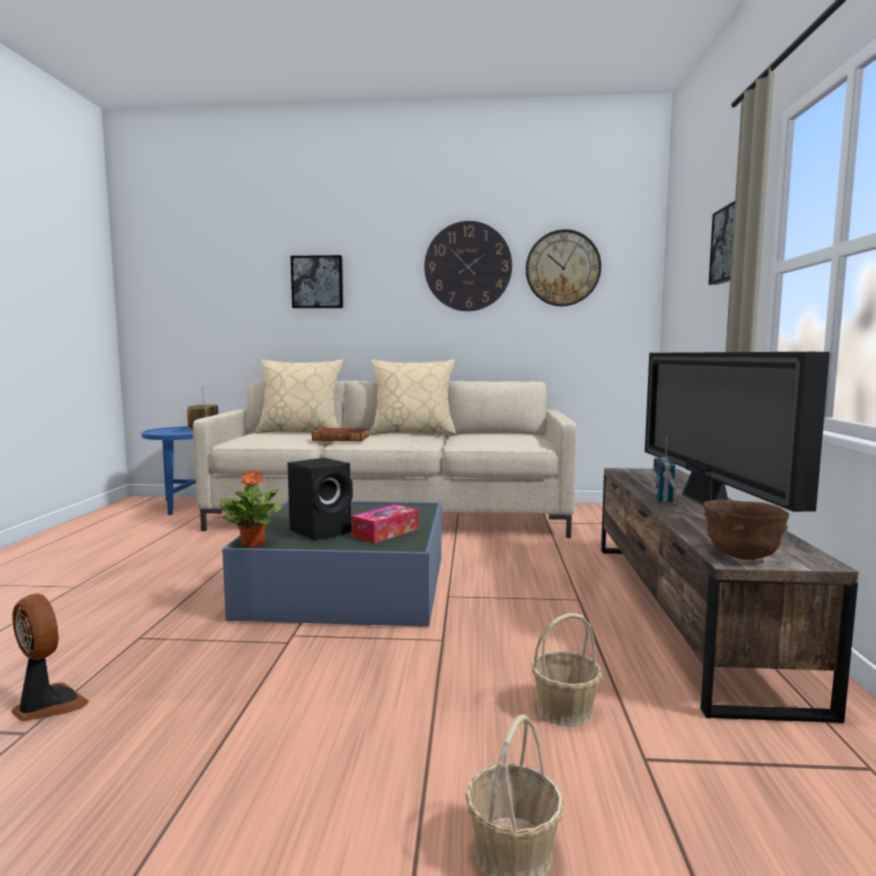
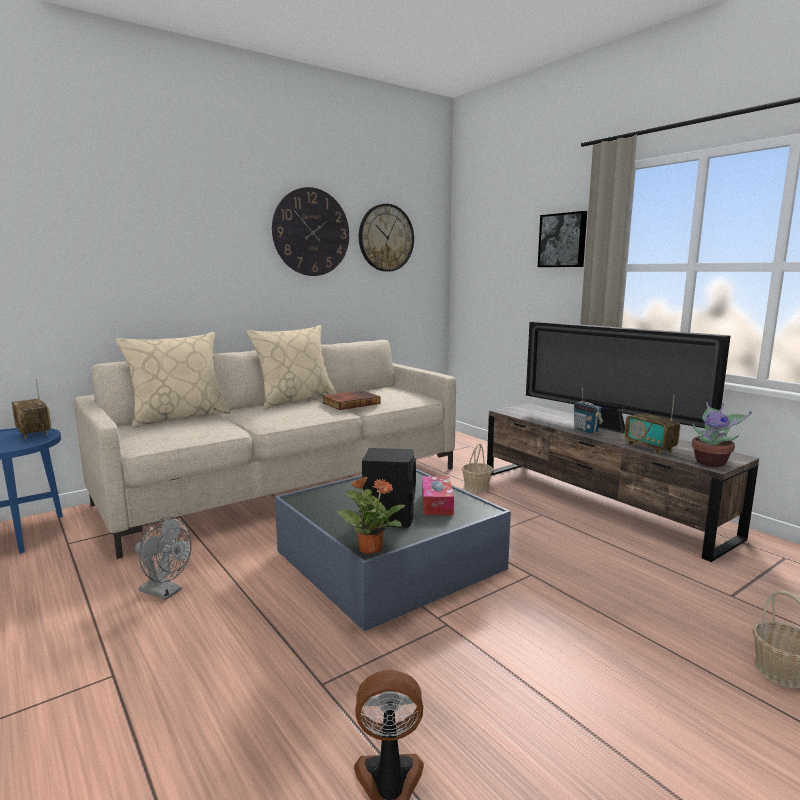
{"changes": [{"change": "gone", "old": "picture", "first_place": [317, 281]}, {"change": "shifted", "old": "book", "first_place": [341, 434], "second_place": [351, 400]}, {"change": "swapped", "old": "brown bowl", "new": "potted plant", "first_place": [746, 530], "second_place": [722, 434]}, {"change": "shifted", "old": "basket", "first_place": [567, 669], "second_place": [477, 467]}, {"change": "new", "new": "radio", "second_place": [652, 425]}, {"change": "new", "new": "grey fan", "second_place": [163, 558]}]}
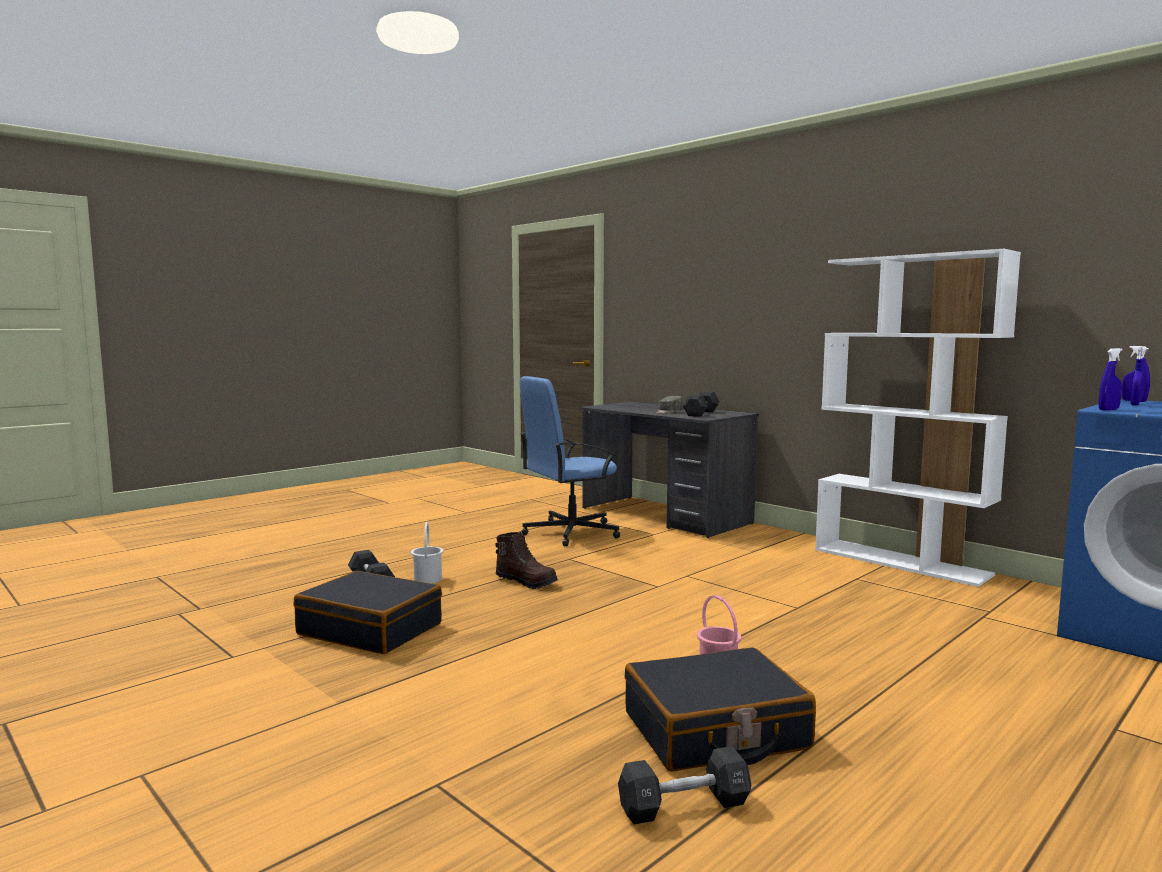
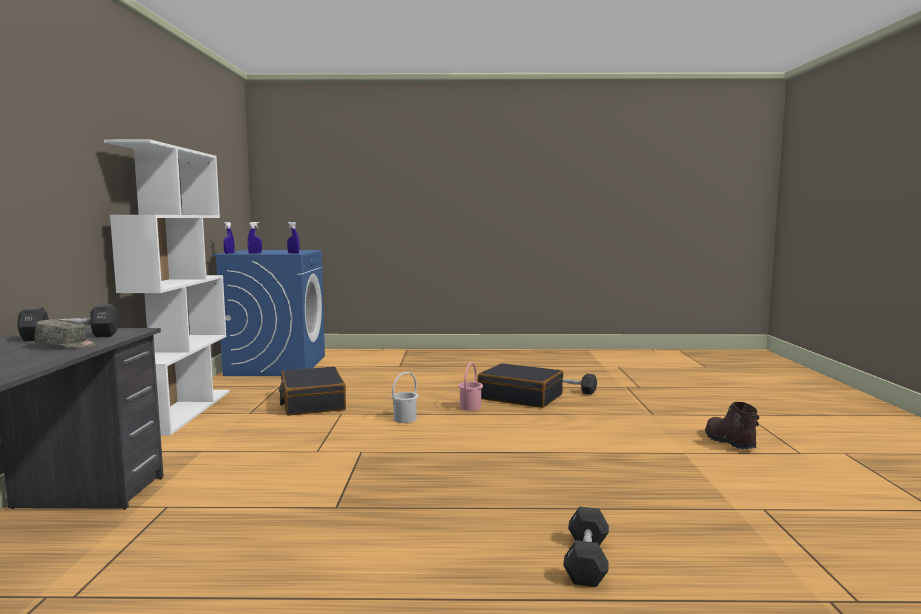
{"changes": [{"change": "gone", "old": "blue office chair", "first_place": [570, 461]}, {"change": "shifted", "old": "white bucket", "first_place": [427, 553], "second_place": [404, 397]}, {"change": "shifted", "old": "brown boot", "first_place": [526, 560], "second_place": [732, 425]}, {"change": "shifted", "old": "black suitcase", "first_place": [368, 612], "second_place": [312, 391]}]}
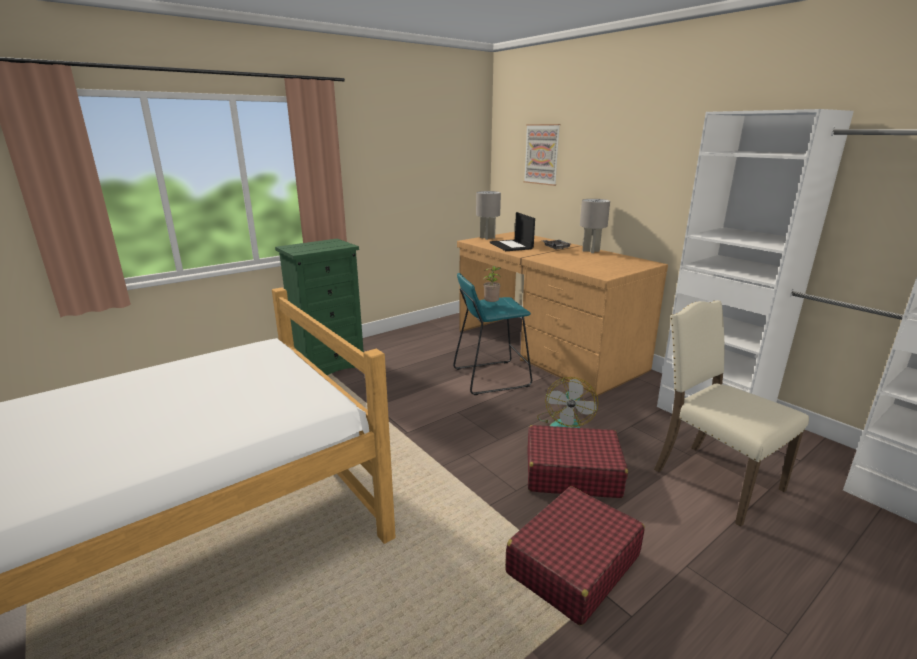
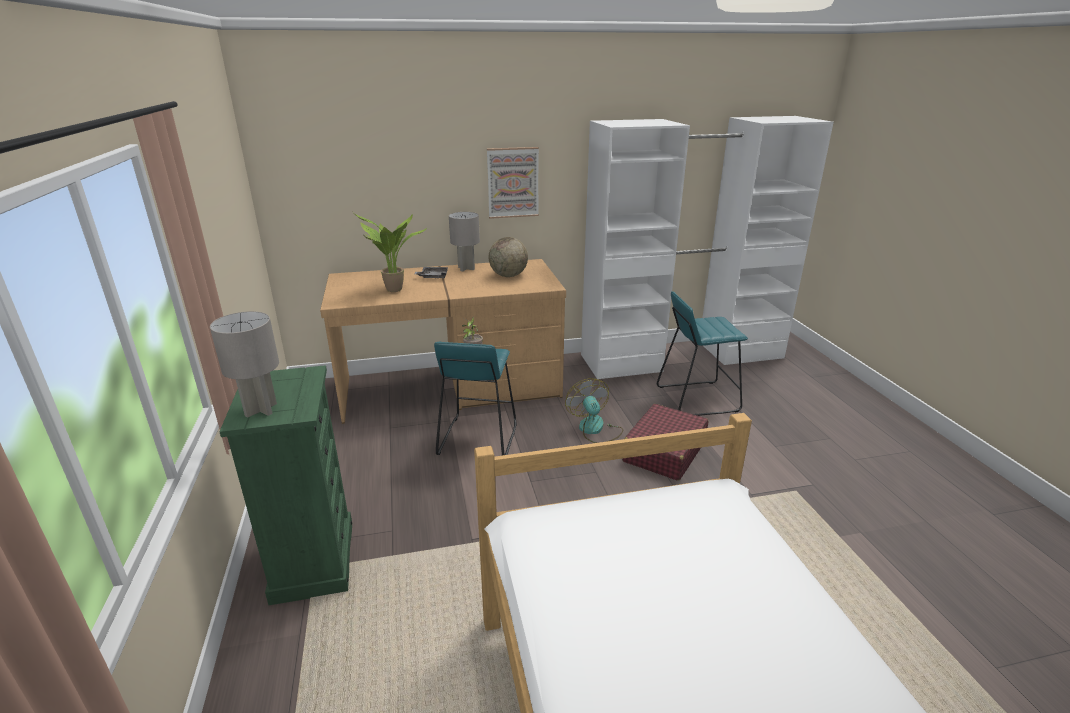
{"changes": [{"change": "shifted", "old": "picture", "first_place": [542, 155], "second_place": [513, 183]}, {"change": "shifted", "old": "grey table lamp", "first_place": [488, 215], "second_place": [244, 364]}, {"change": "swapped", "old": "laptop", "new": "potted plant", "first_place": [512, 231], "second_place": [391, 252]}, {"change": "swapped", "old": "beige chair", "new": "turquoise stool", "first_place": [731, 413], "second_place": [702, 353]}, {"change": "rotated", "old": "fan", "first_place": [567, 402], "second_place": [594, 410], "degrees": -150}, {"change": "gone", "old": "red suitcase", "first_place": [575, 556]}, {"change": "new", "new": "globe", "second_place": [508, 257]}]}
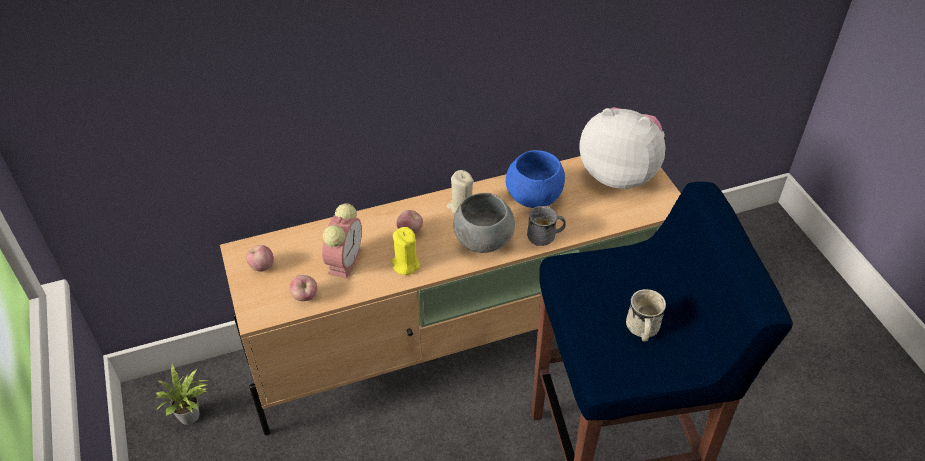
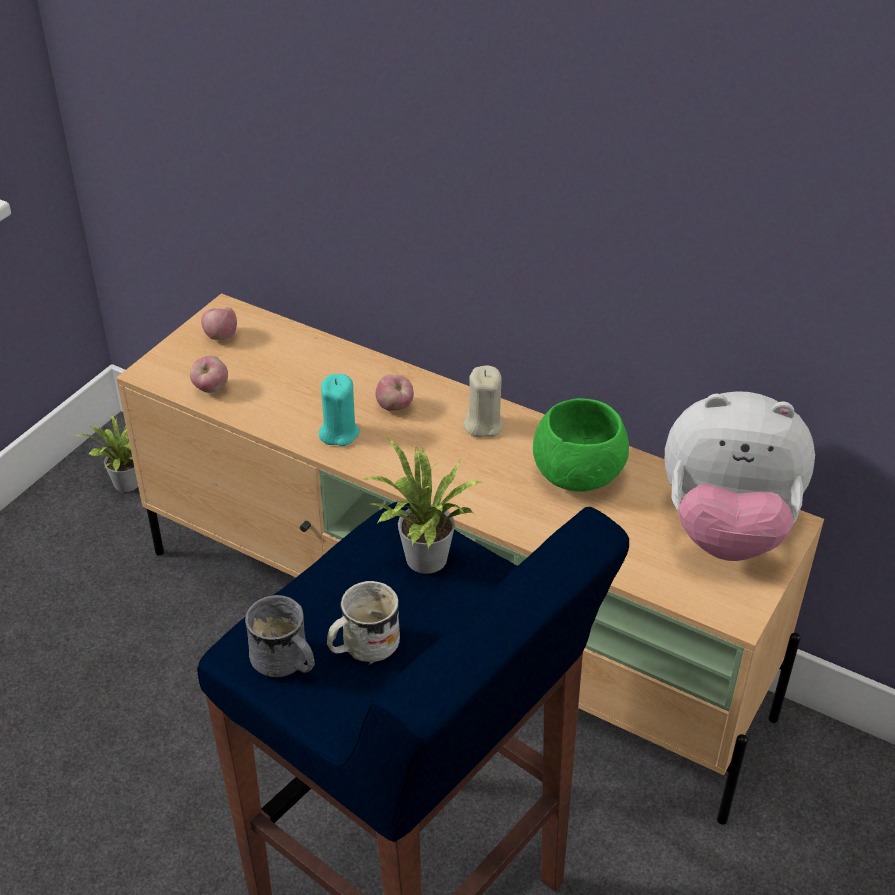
{"changes": [{"change": "rotated", "old": "plush toy", "first_place": [622, 148], "second_place": [740, 476], "degrees": 120}, {"change": "repainted", "old": "blue bowl", "new": "green bowl", "first_place": [535, 179], "second_place": [581, 445]}, {"change": "gone", "old": "grey bowl", "first_place": [484, 223]}, {"change": "gone", "old": "alarm clock", "first_place": [342, 240]}, {"change": "shifted", "old": "grey mug", "first_place": [546, 226], "second_place": [280, 636]}, {"change": "repainted", "old": "yellow candle", "new": "turquoise candle", "first_place": [405, 251], "second_place": [339, 410]}, {"change": "new", "new": "potted plant", "second_place": [423, 505]}]}
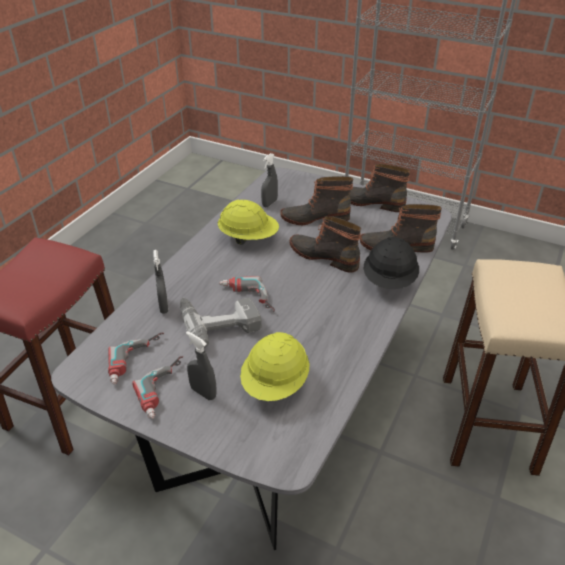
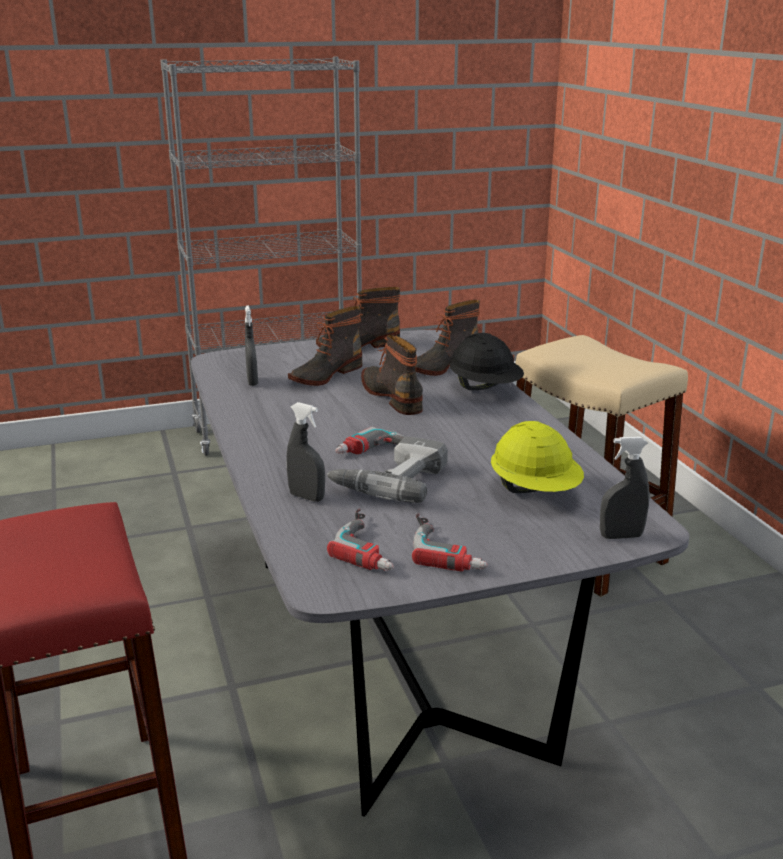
{"changes": [{"change": "gone", "old": "yellow hard hat", "first_place": [248, 222]}, {"change": "rotated", "old": "boot", "first_place": [325, 244], "second_place": [392, 375], "degrees": 75}, {"change": "shifted", "old": "grey spray bottle", "first_place": [201, 365], "second_place": [625, 488]}]}
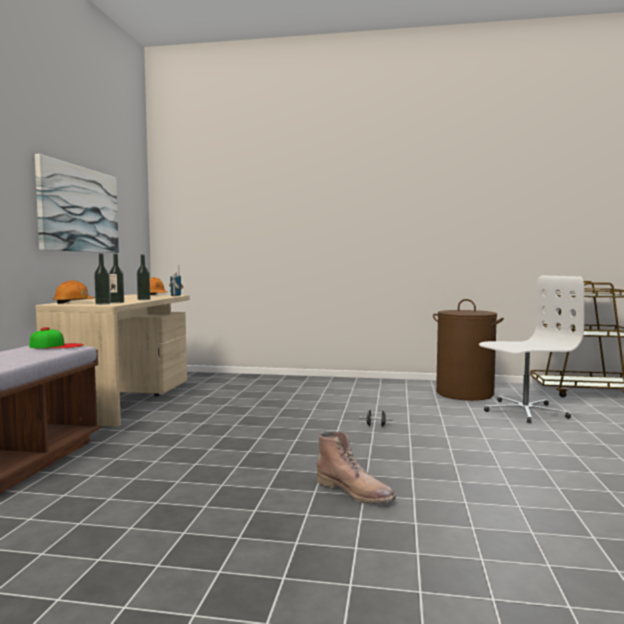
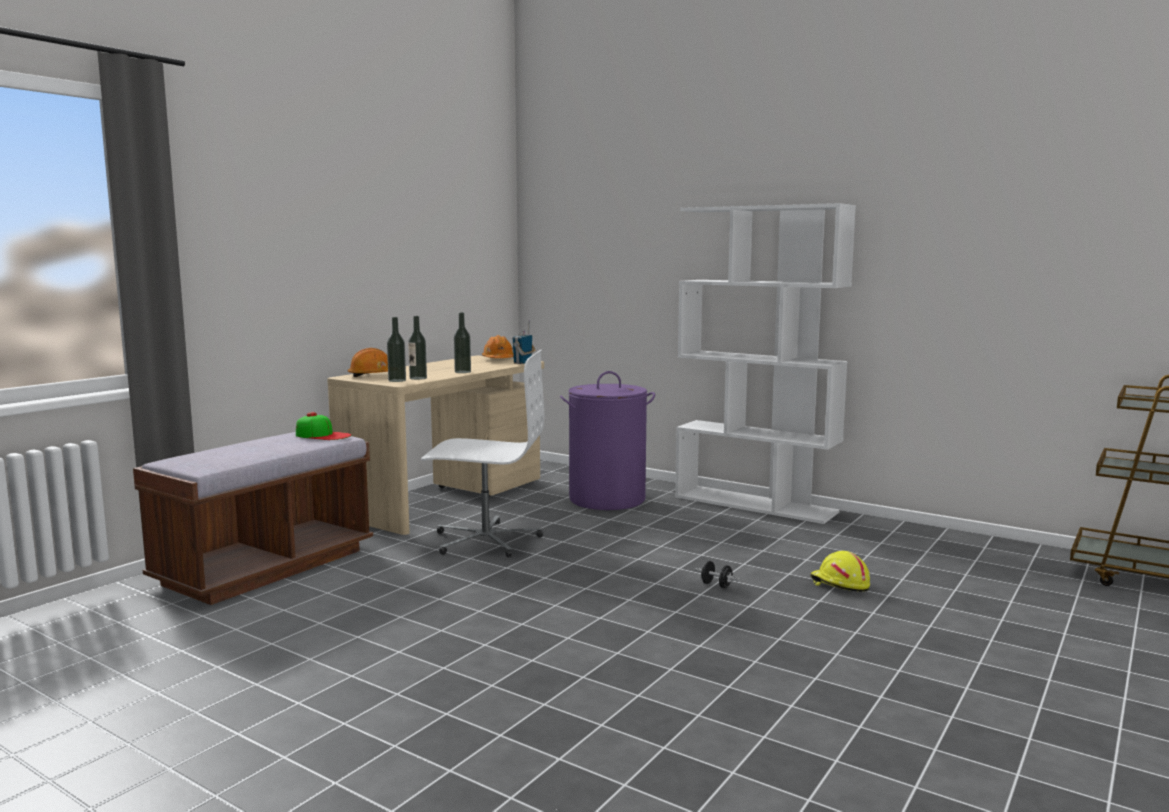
{"changes": [{"change": "gone", "old": "picture", "first_place": [77, 203]}, {"change": "shifted", "old": "white office chair", "first_place": [531, 349], "second_place": [482, 453]}, {"change": "gone", "old": "brown laundry basket", "first_place": [468, 350]}, {"change": "gone", "old": "brown boot", "first_place": [356, 468]}, {"change": "new", "new": "white bookcase", "second_place": [765, 363]}, {"change": "new", "new": "purple laundry basket", "second_place": [607, 440]}, {"change": "new", "new": "yellow hard hat", "second_place": [840, 571]}]}
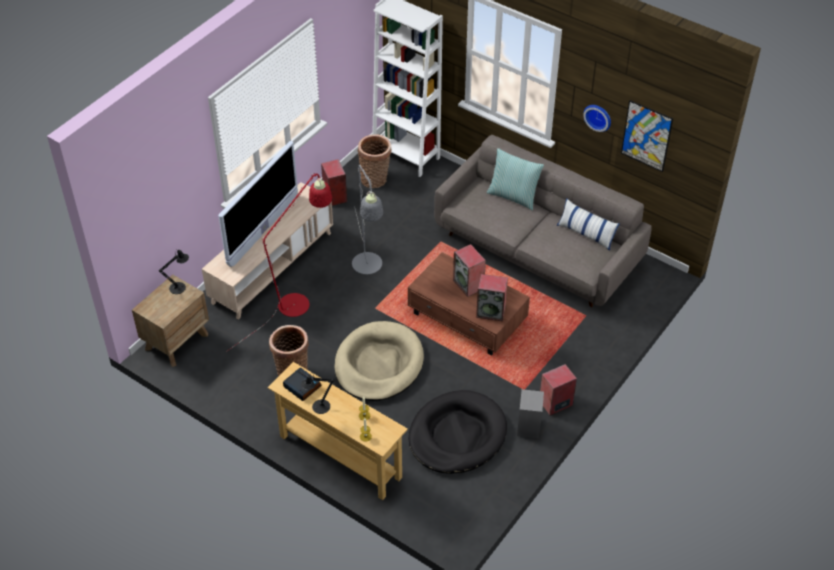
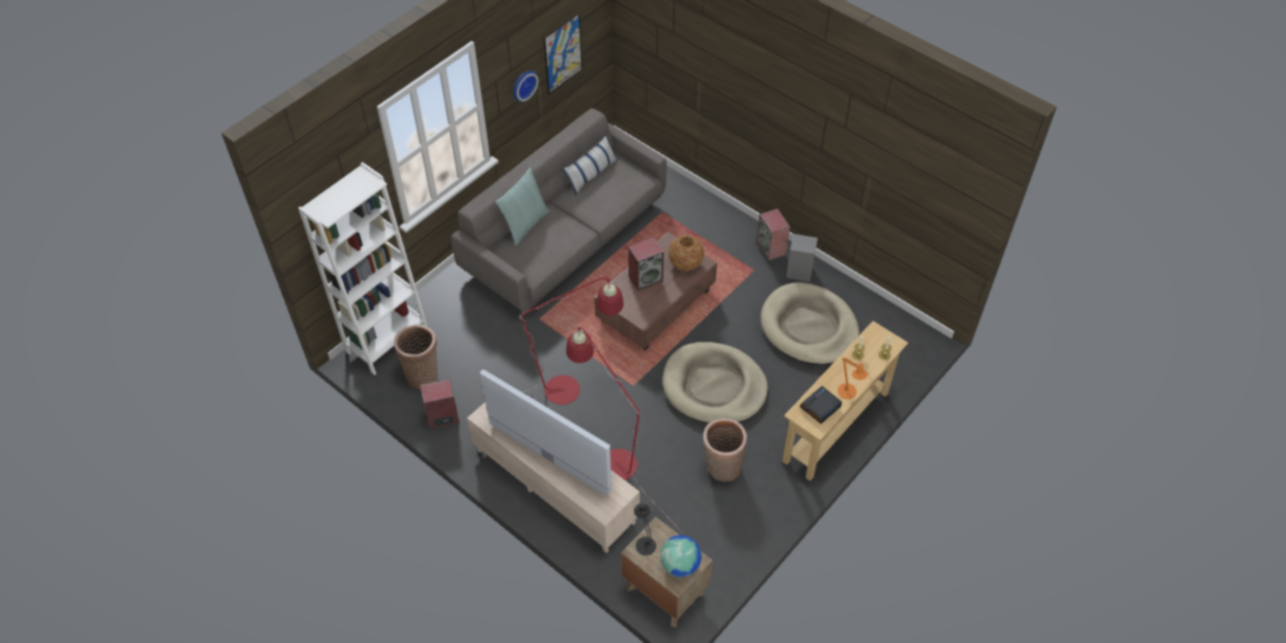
{"changes": [{"change": "repainted", "old": "grey floor lamp", "new": "red floor lamp", "first_place": [367, 219], "second_place": [544, 340]}, {"change": "swapped", "old": "speaker", "new": "vase", "first_place": [492, 297], "second_place": [686, 253]}, {"change": "repainted", "old": "black table lamp", "new": "orange table lamp", "first_place": [317, 394], "second_place": [852, 378]}, {"change": "repainted", "old": "black dog bed", "new": "beige dog bed", "first_place": [457, 432], "second_place": [810, 323]}, {"change": "new", "new": "globe", "second_place": [681, 556]}]}
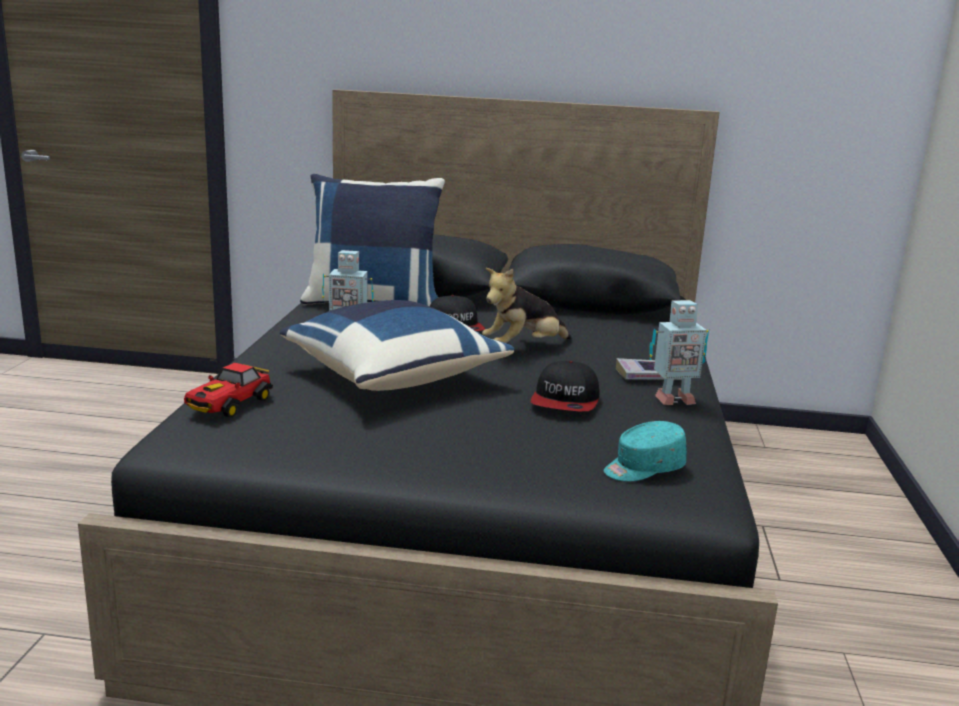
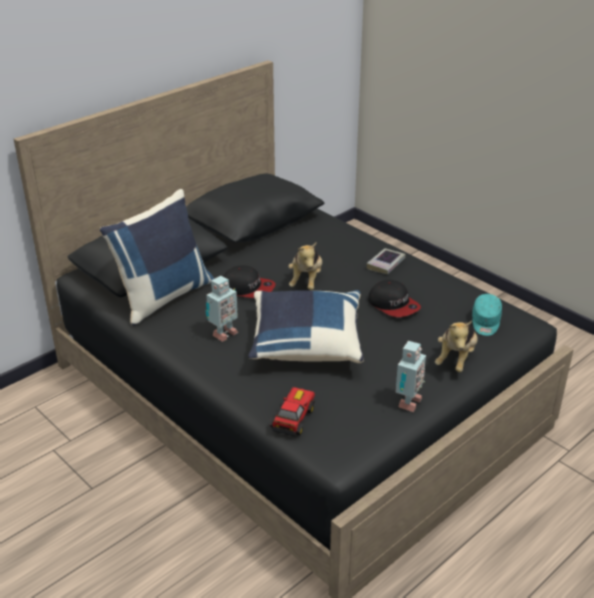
{"changes": [{"change": "shifted", "old": "toy robot", "first_place": [679, 352], "second_place": [410, 376]}, {"change": "rotated", "old": "toy car", "first_place": [228, 389], "second_place": [292, 412], "degrees": -135}, {"change": "new", "new": "plush toy", "second_place": [456, 346]}]}
